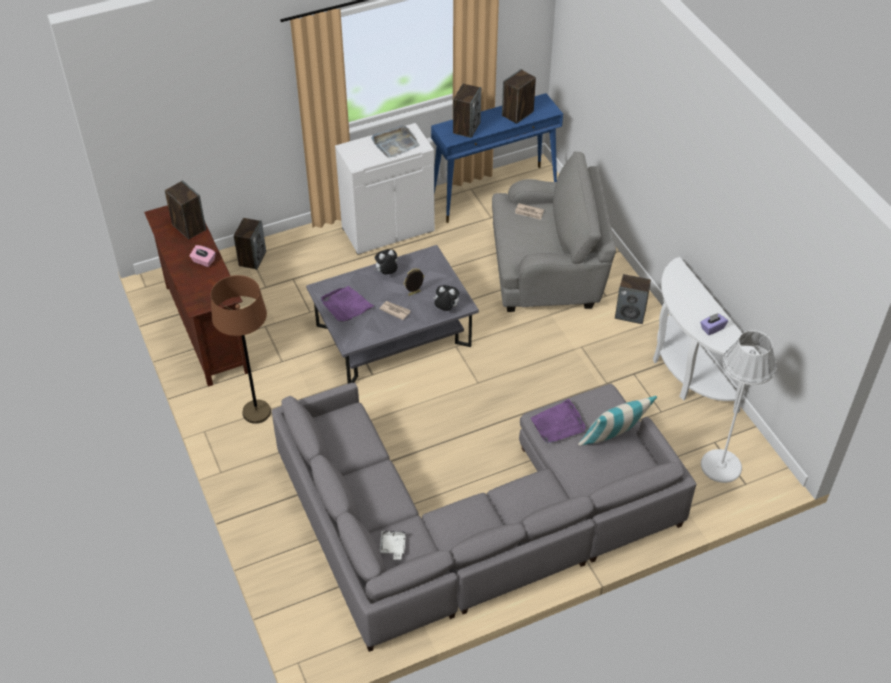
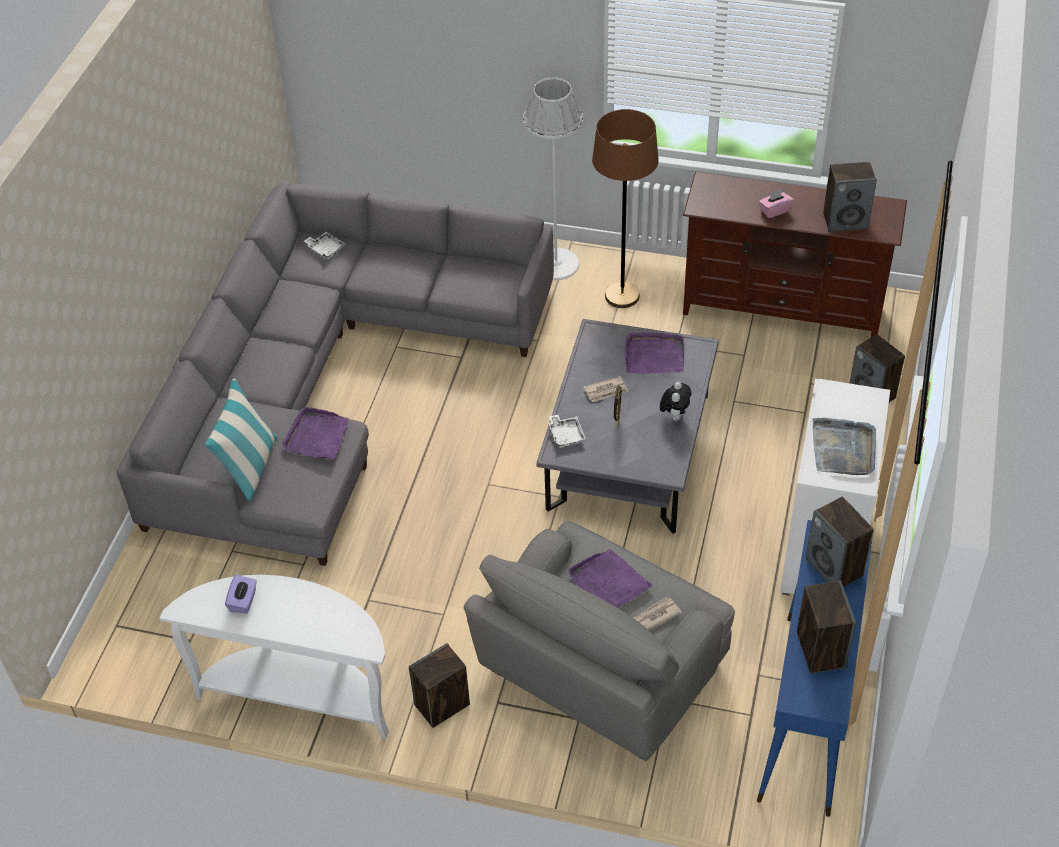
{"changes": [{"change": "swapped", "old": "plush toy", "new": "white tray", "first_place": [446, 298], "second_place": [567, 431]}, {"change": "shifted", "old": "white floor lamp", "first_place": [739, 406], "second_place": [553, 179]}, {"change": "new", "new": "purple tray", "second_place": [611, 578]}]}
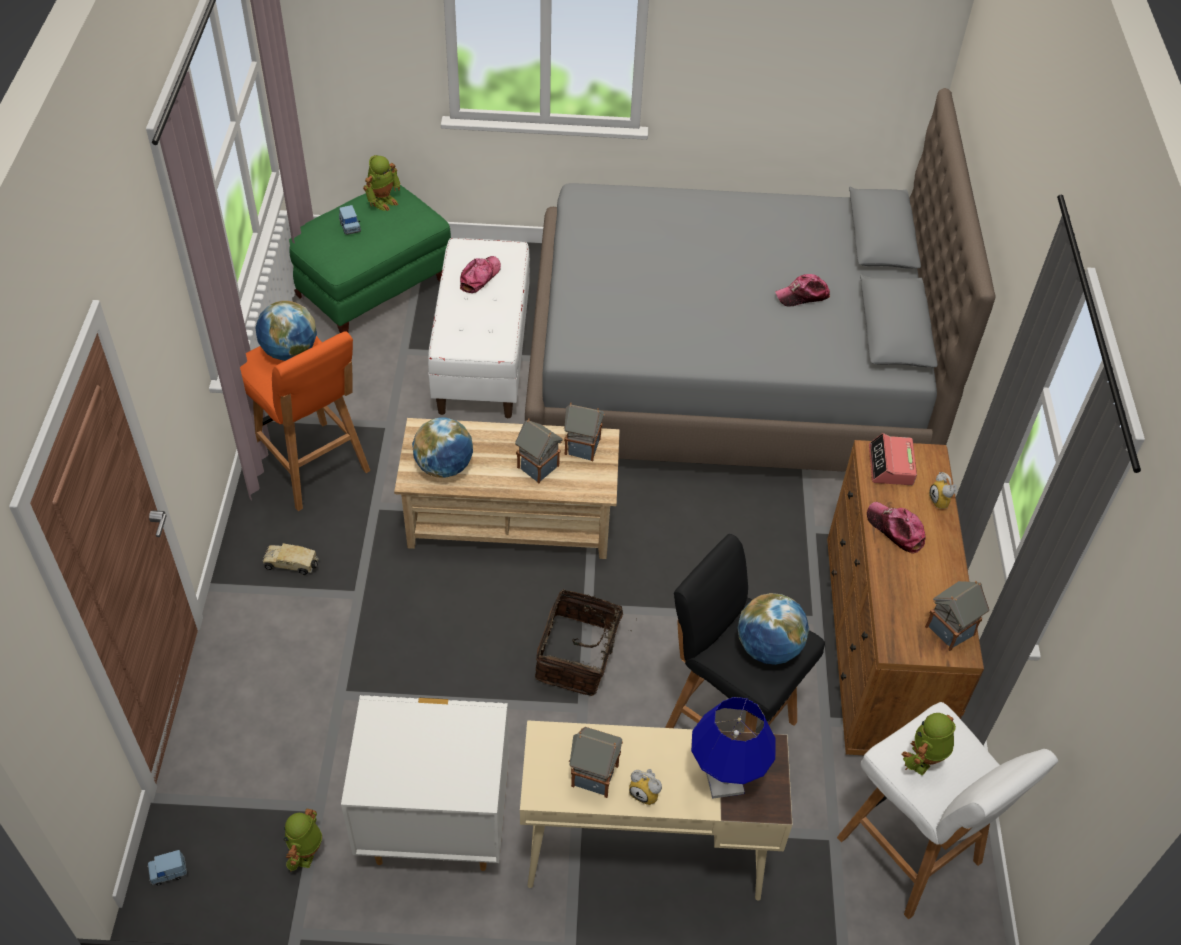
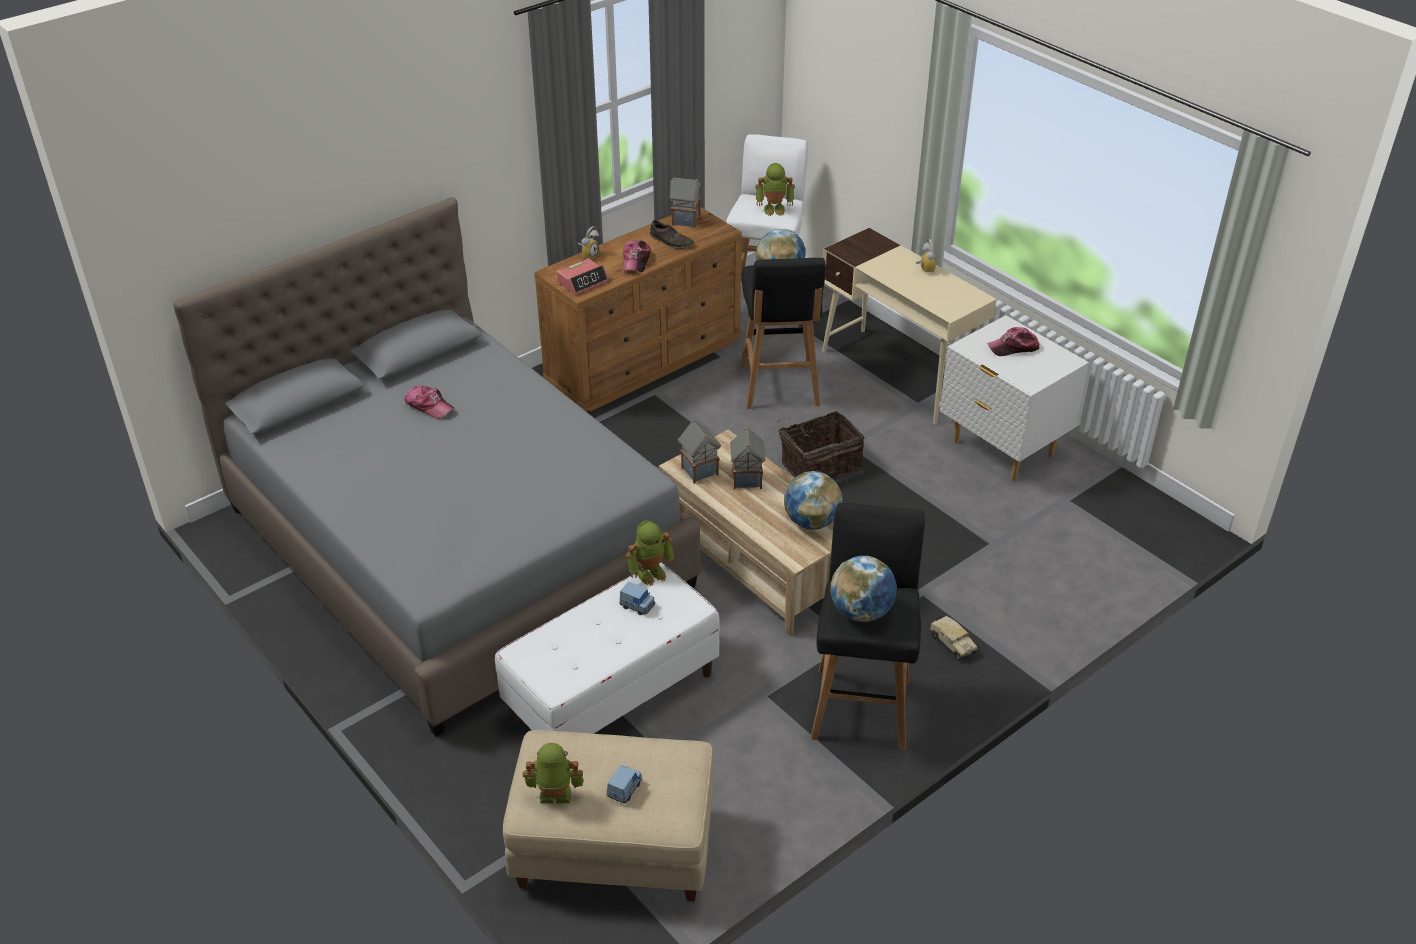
{"changes": [{"change": "repainted", "old": "green ottoman", "new": "beige ottoman", "first_place": [370, 259], "second_place": [608, 816]}, {"change": "shifted", "old": "cap", "first_place": [480, 274], "second_place": [1013, 341]}, {"change": "repainted", "old": "orange stool", "new": "black stool", "first_place": [305, 421], "second_place": [868, 626]}, {"change": "gone", "old": "blue table lamp", "first_place": [733, 748]}, {"change": "gone", "old": "toy house", "first_place": [596, 762]}, {"change": "shifted", "old": "toy robot", "first_place": [302, 840], "second_place": [649, 553]}, {"change": "shifted", "old": "blue toy car", "first_place": [167, 867], "second_place": [637, 598]}, {"change": "new", "new": "brown shoe", "second_place": [672, 234]}]}
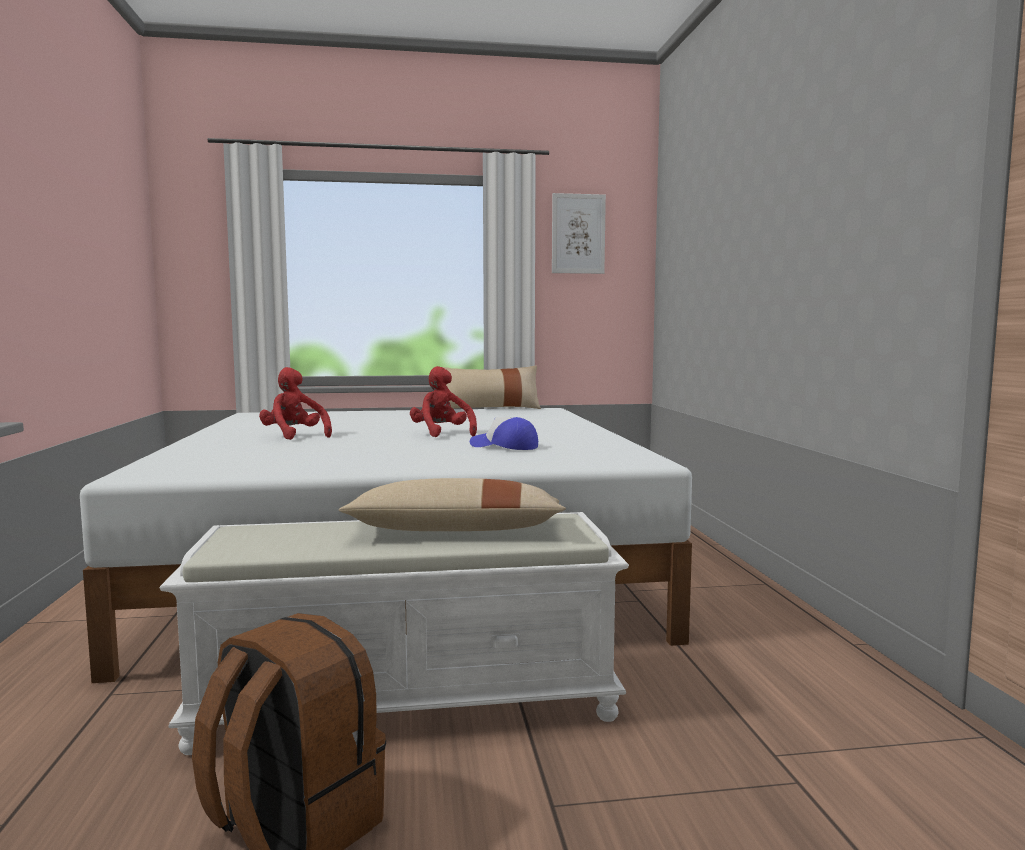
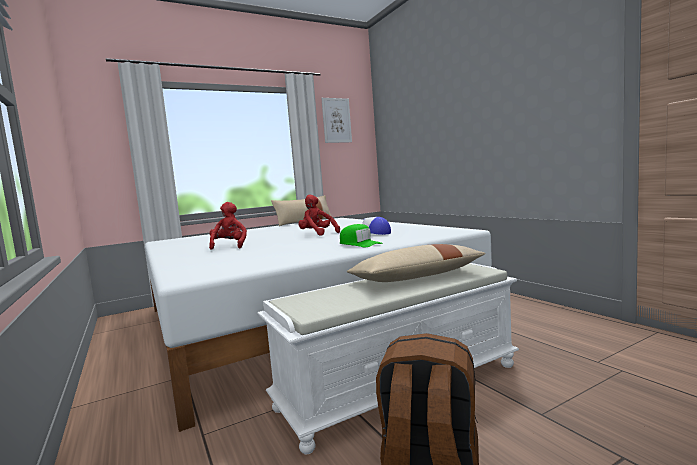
{"changes": [{"change": "rotated", "old": "red plush toy", "first_place": [295, 403], "second_place": [228, 226], "degrees": 60}, {"change": "new", "new": "green cap", "second_place": [361, 235]}]}
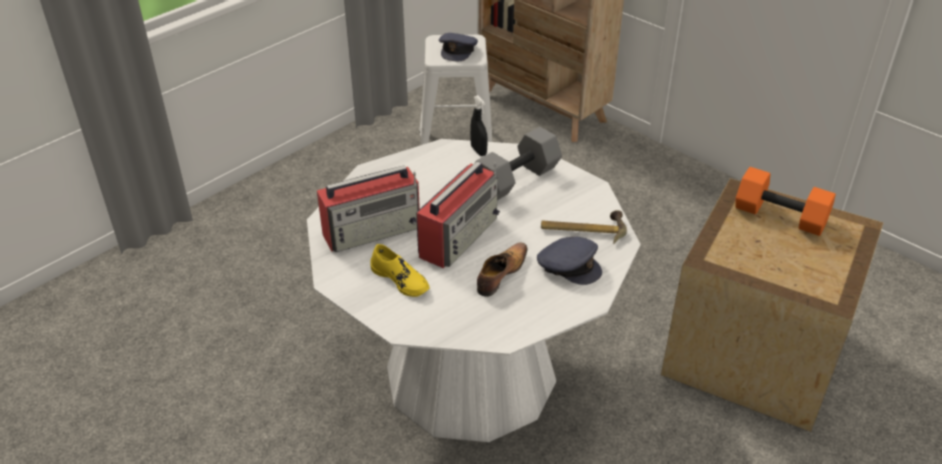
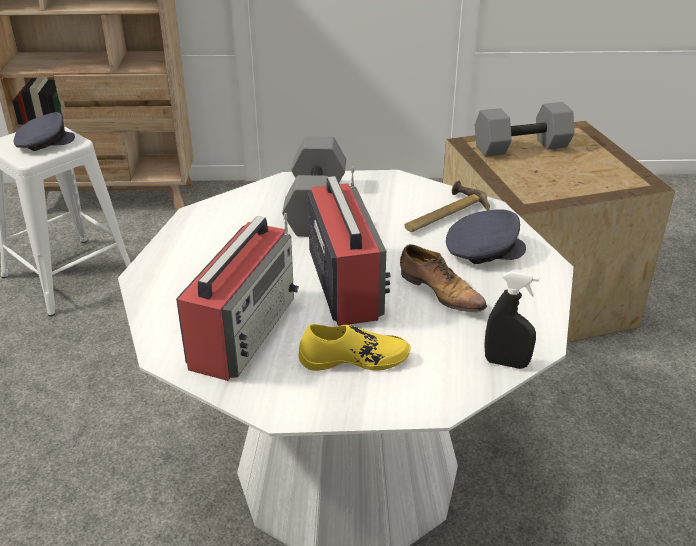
{"changes": [{"change": "rotated", "old": "grey cap", "first_place": [458, 47], "second_place": [44, 131], "degrees": -90}, {"change": "shifted", "old": "black spray bottle", "first_place": [479, 125], "second_place": [511, 320]}, {"change": "repainted", "old": "orange dumbbell", "new": "grey dumbbell", "first_place": [785, 201], "second_place": [525, 129]}, {"change": "rotated", "old": "shoe", "first_place": [502, 269], "second_place": [443, 278], "degrees": 150}]}
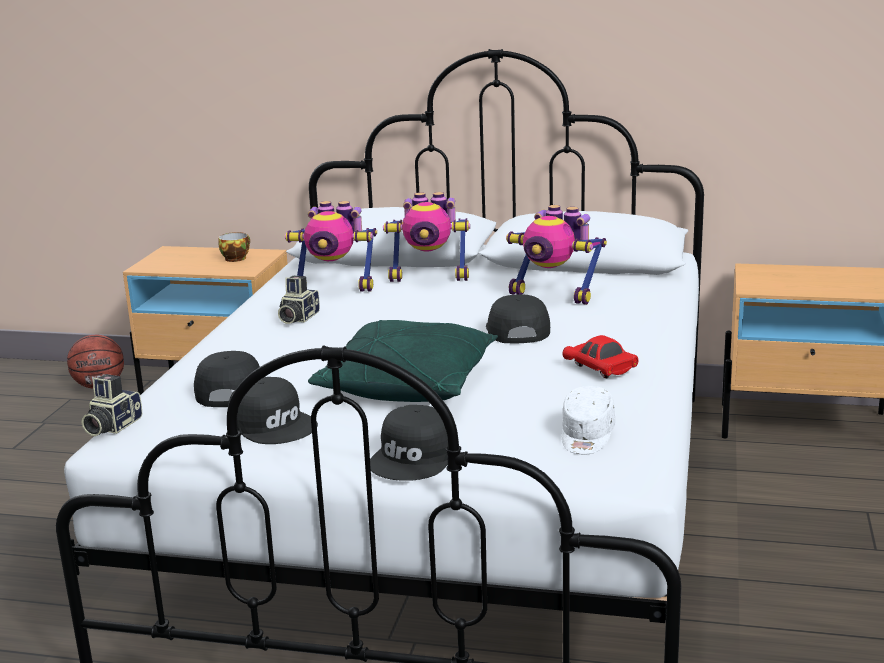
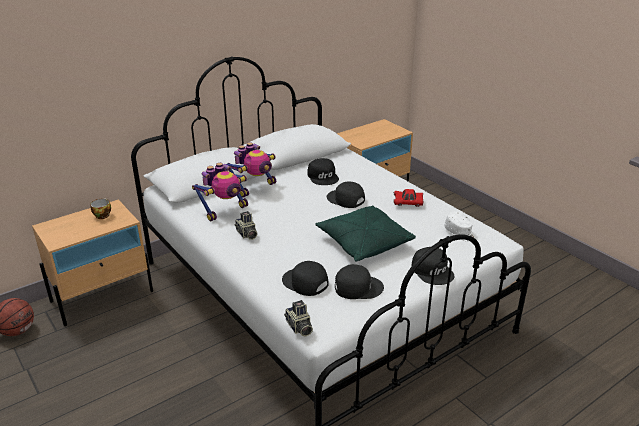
{"changes": [{"change": "swapped", "old": "toy robot", "new": "black cap", "first_place": [556, 255], "second_place": [323, 171]}]}
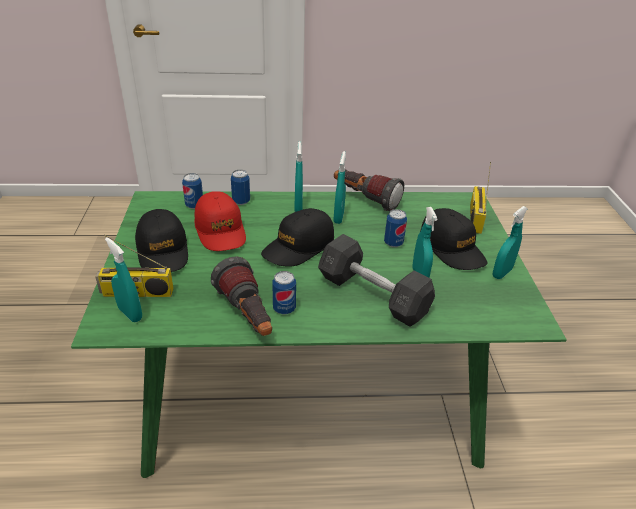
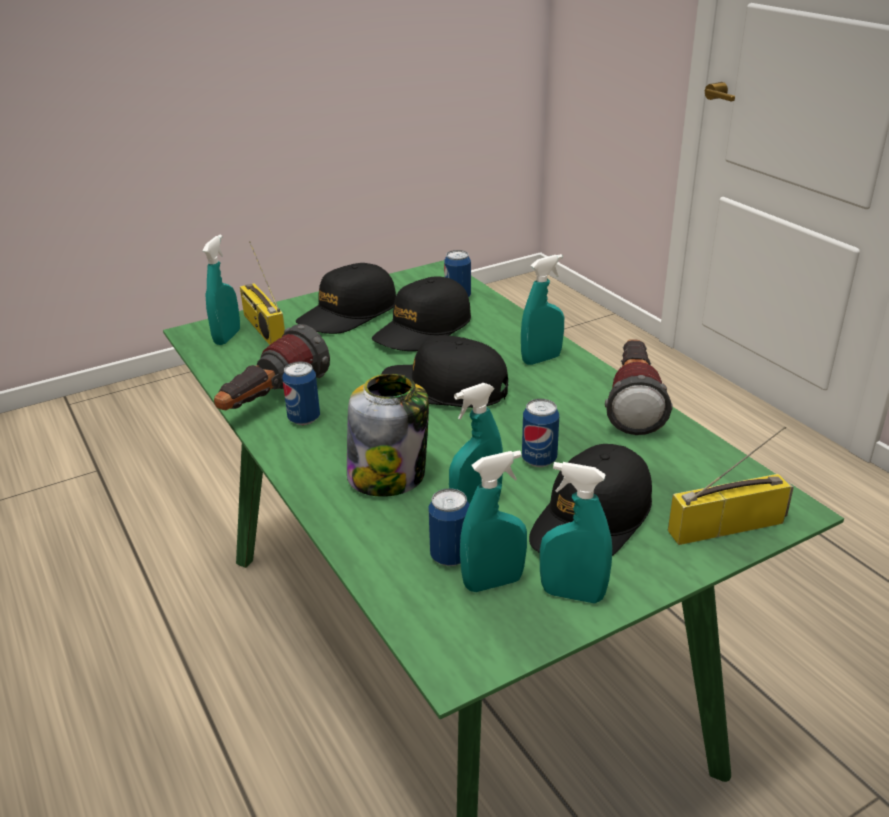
{"changes": [{"change": "shifted", "old": "turquoise spray bottle", "first_place": [339, 187], "second_place": [493, 521]}, {"change": "shifted", "old": "can", "first_place": [240, 187], "second_place": [449, 527]}, {"change": "repainted", "old": "red cap", "new": "black cap", "first_place": [220, 221], "second_place": [421, 313]}, {"change": "swapped", "old": "grey dumbbell", "new": "jar", "first_place": [376, 280], "second_place": [388, 435]}]}
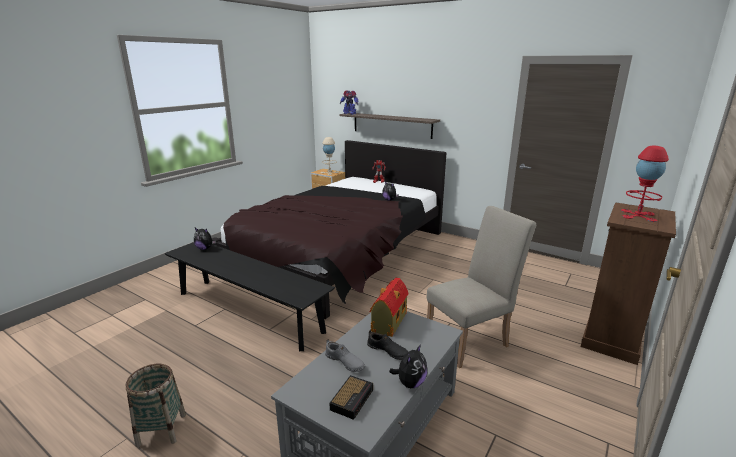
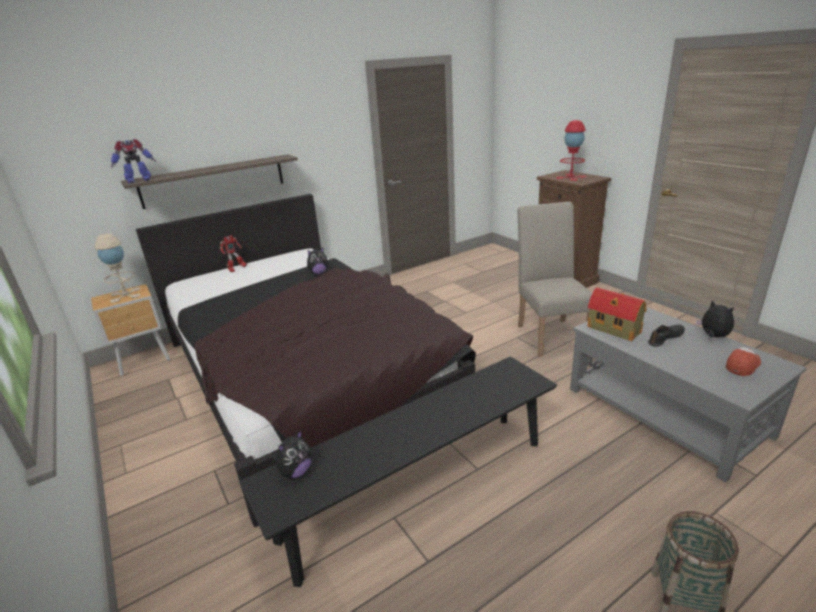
{"changes": [{"change": "gone", "old": "grey shoe", "first_place": [345, 355]}, {"change": "swapped", "old": "alarm clock", "new": "cap", "first_place": [351, 397], "second_place": [743, 361]}]}
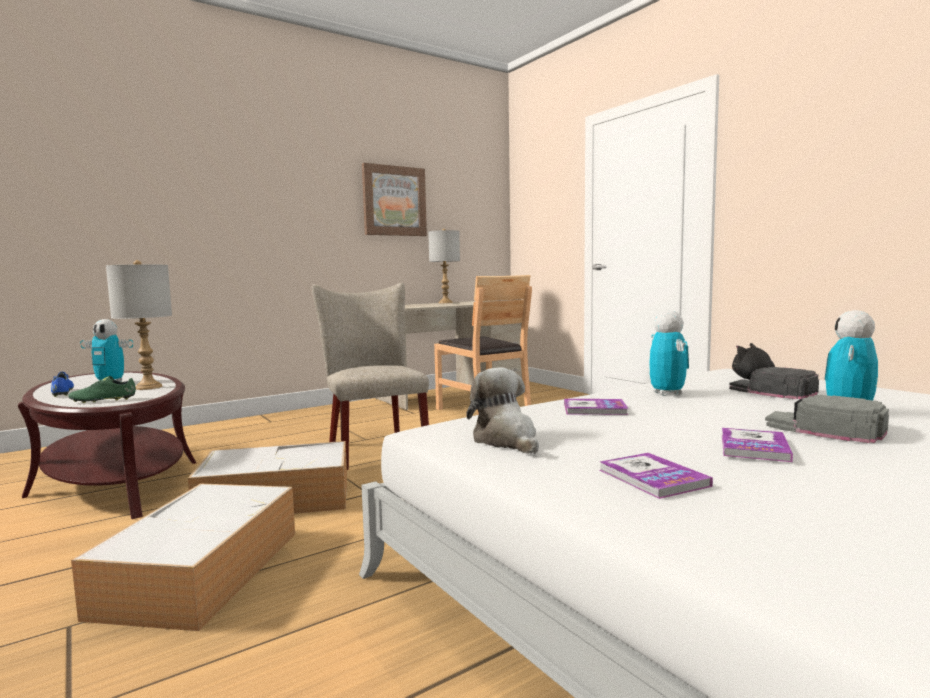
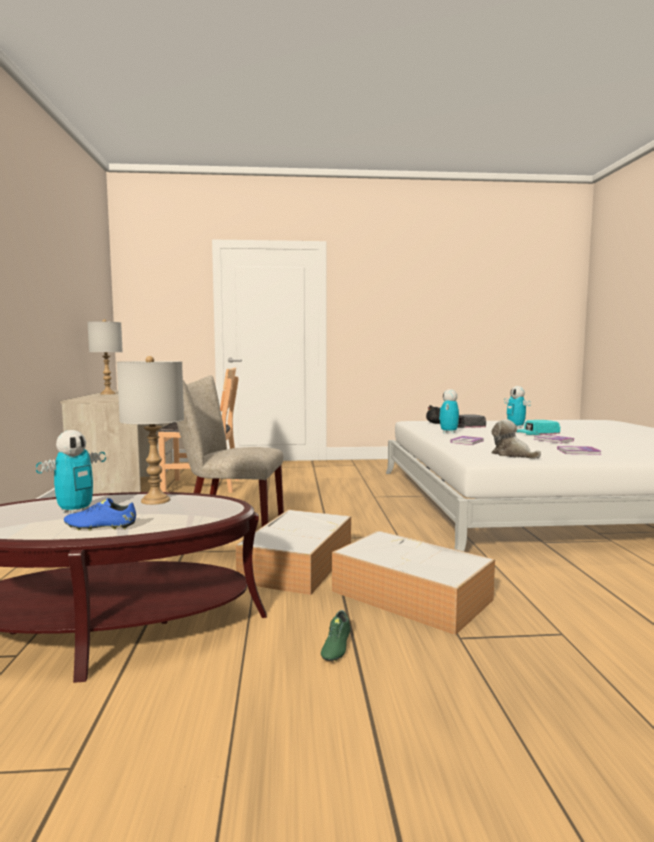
{"changes": [{"change": "gone", "old": "picture", "first_place": [394, 199]}, {"change": "rotated", "old": "toy robot", "first_place": [669, 353], "second_place": [449, 411], "degrees": -90}, {"change": "rotated", "old": "plush toy", "first_place": [502, 410], "second_place": [516, 439], "degrees": 45}, {"change": "shifted", "old": "green shoe", "first_place": [102, 389], "second_place": [335, 635]}, {"change": "repainted", "old": "grey cap", "new": "turquoise cap", "first_place": [827, 419], "second_place": [538, 427]}]}
